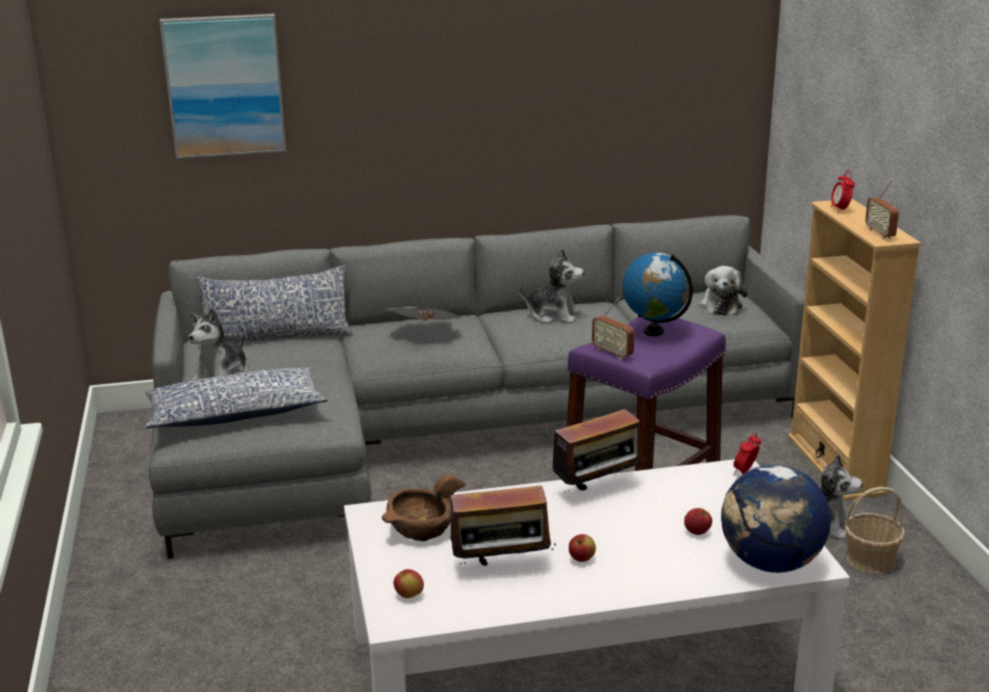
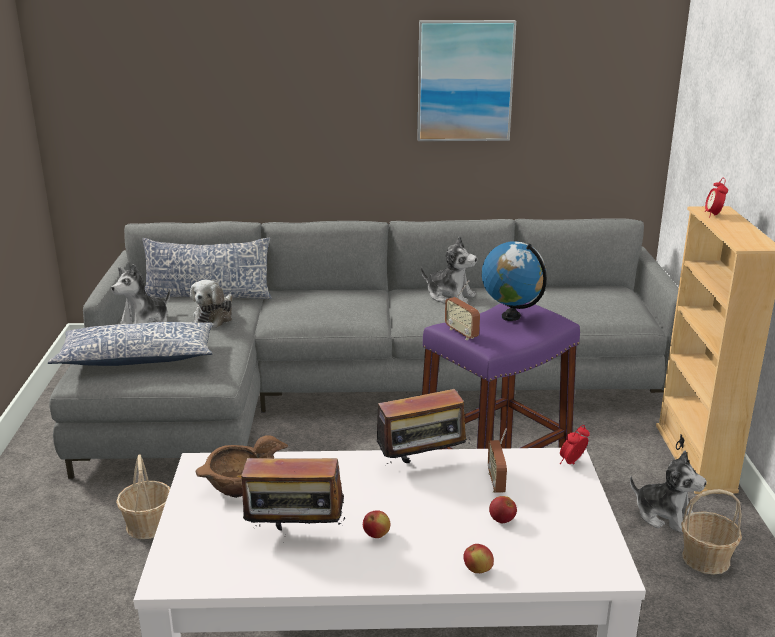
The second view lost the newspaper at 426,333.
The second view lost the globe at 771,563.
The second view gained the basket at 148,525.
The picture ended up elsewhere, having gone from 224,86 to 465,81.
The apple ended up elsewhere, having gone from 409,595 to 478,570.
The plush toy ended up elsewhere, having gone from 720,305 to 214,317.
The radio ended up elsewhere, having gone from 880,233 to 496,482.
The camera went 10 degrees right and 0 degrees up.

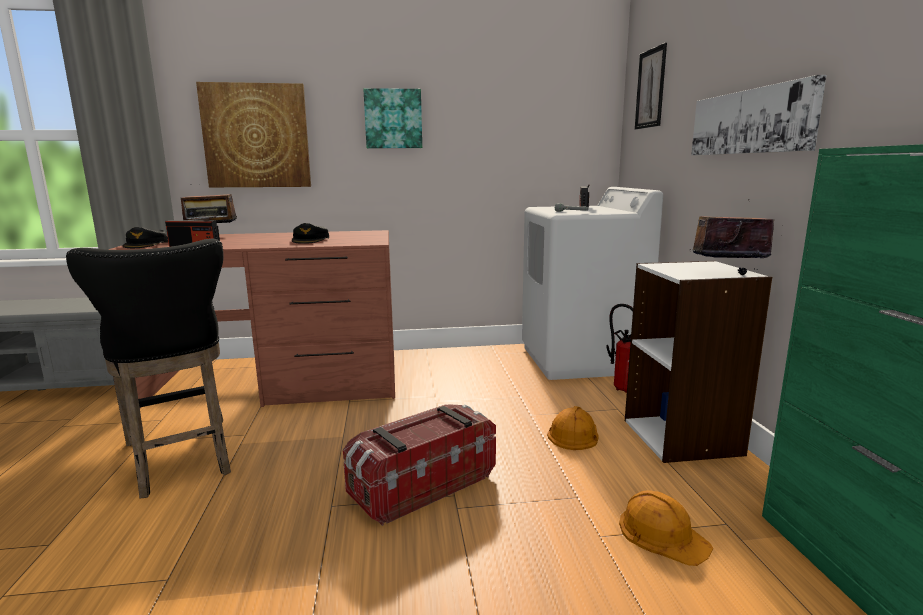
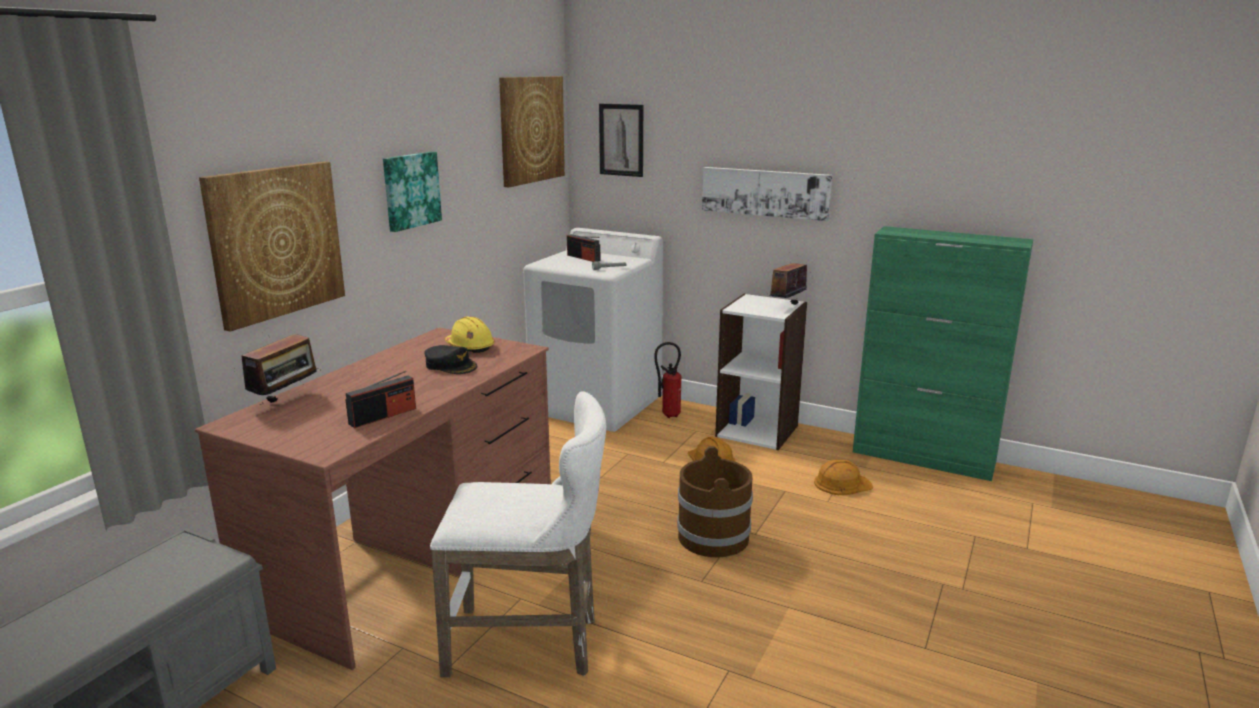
The second view lost the black cap at 146,244.
The second view gained the yellow hard hat at 470,347.
The second view gained the picture at 531,129.
Where the storage box stood at 421,485, the brown bucket came to stand at 713,537.
What was the black stool at 180,460 turned into the white stool at 531,644.
The camera went 55 degrees left and 5 degrees up.

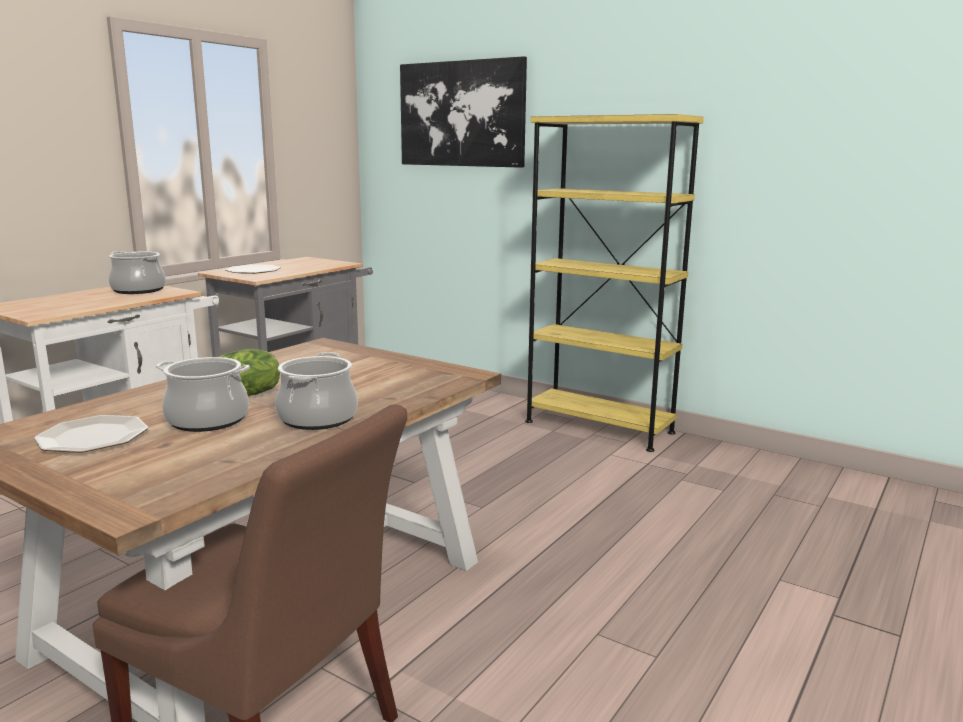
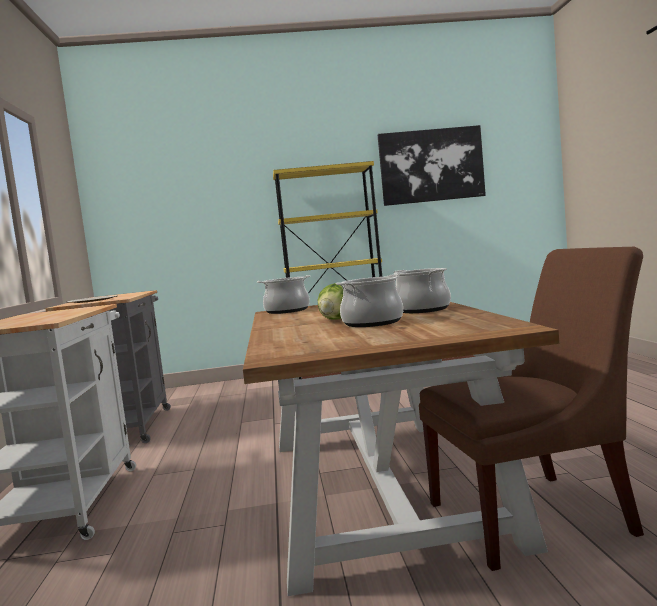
The second view lost the plate at 93,436.
The cooking pot ended up elsewhere, having gone from 139,290 to 287,311.
The picture ended up elsewhere, having gone from 461,114 to 431,165.
The camera went 40 degrees left and 10 degrees down.

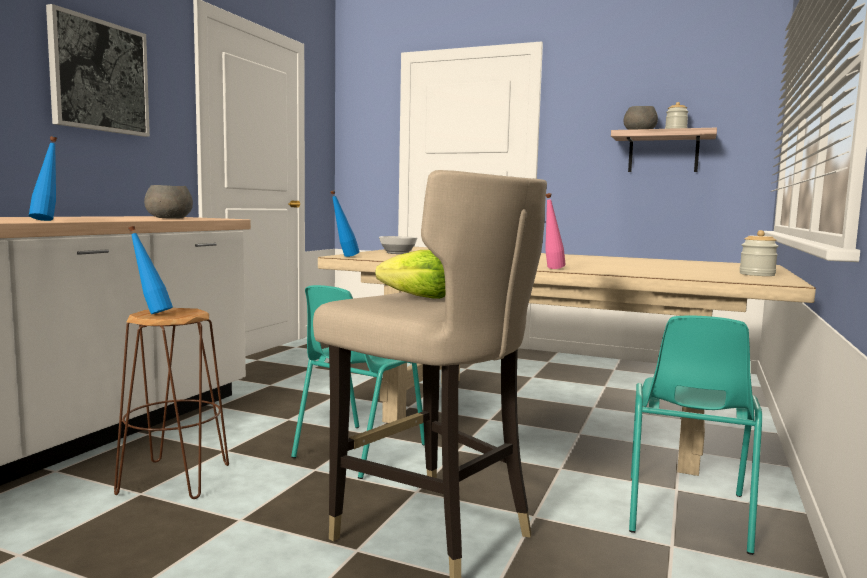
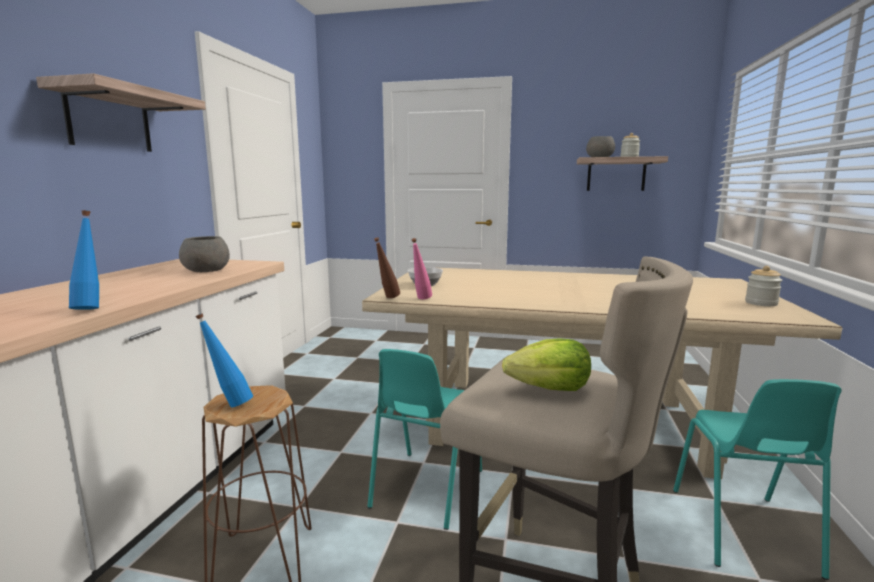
The pink bottle ended up elsewhere, having gone from 551,269 to 421,300.
Where the picture hung at 99,76, the shelf came to hang at 109,120.
What was the blue bottle at 344,256 turned into the brown bottle at 387,298.
The camera went 10 degrees left and 5 degrees up.

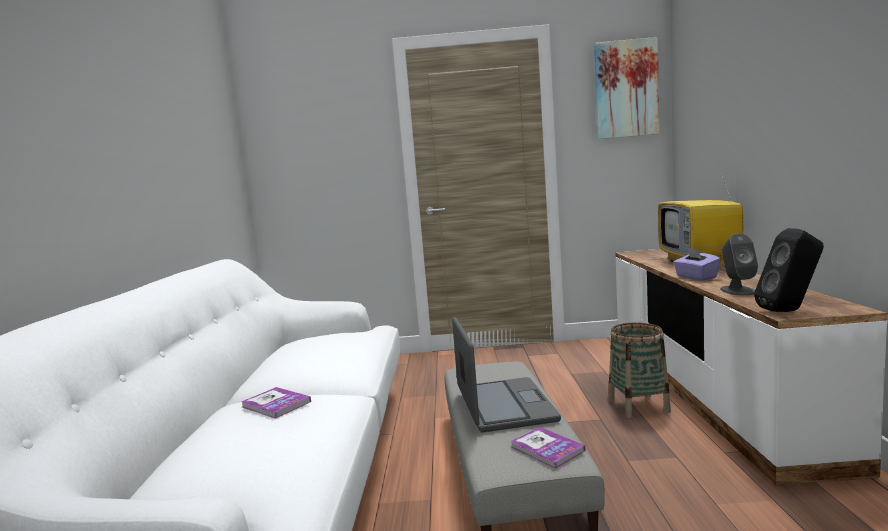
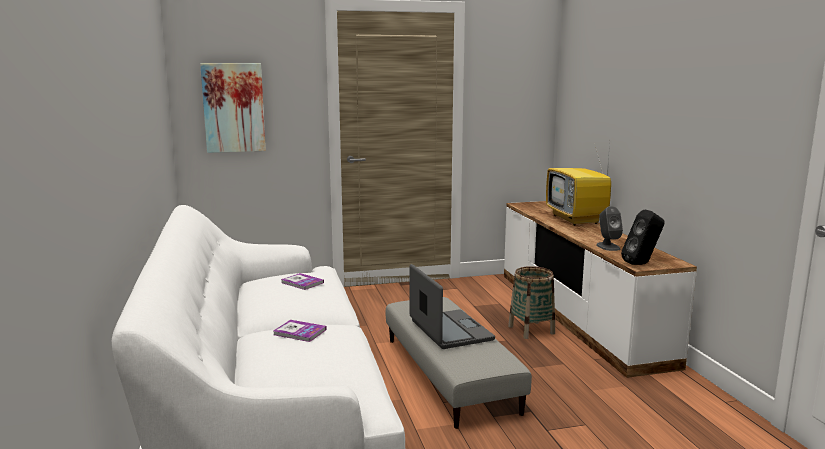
The second view lost the purple tissue box at 696,277.
The book ended up elsewhere, having gone from 547,449 to 302,283.
The picture ended up elsewhere, having gone from 626,89 to 233,107.
The camera went 15 degrees left and 5 degrees up.

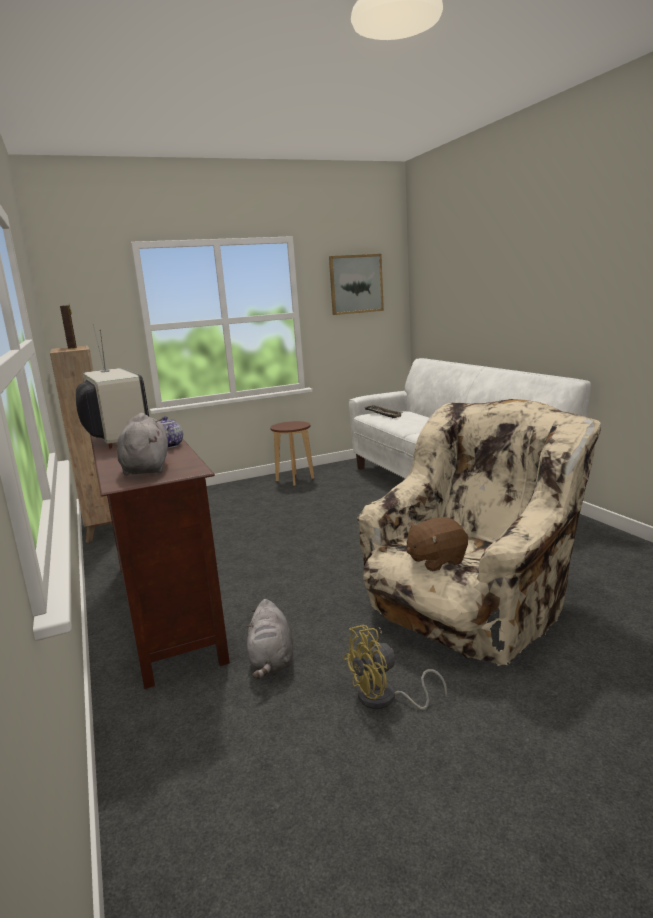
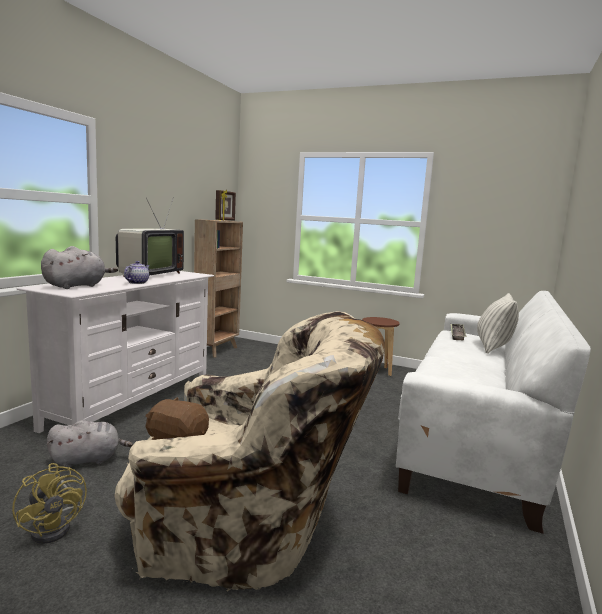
The second view lost the picture at 356,284.
The second view gained the pillow at 493,347.
What was the brown tv stand at 165,609 turned into the white tv stand at 132,402.
The grey plush toy at 271,661 ended up facing another way, 150 degrees counterclockwise from before.
The yellow fan at 385,699 ended up facing another way, 150 degrees counterclockwise from before.
The camera went 45 degrees right and 5 degrees down.

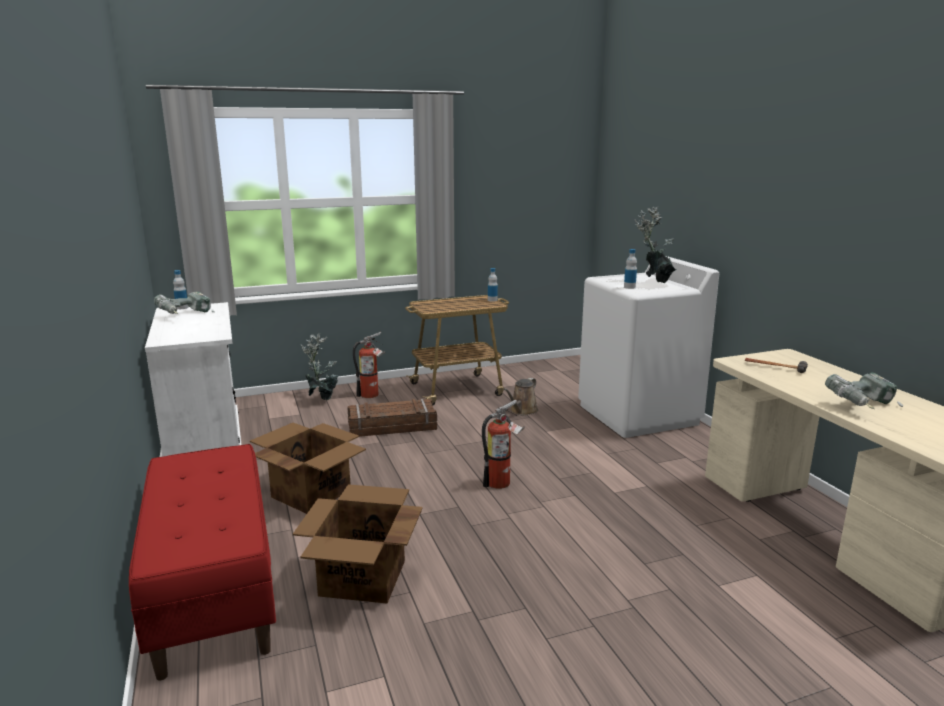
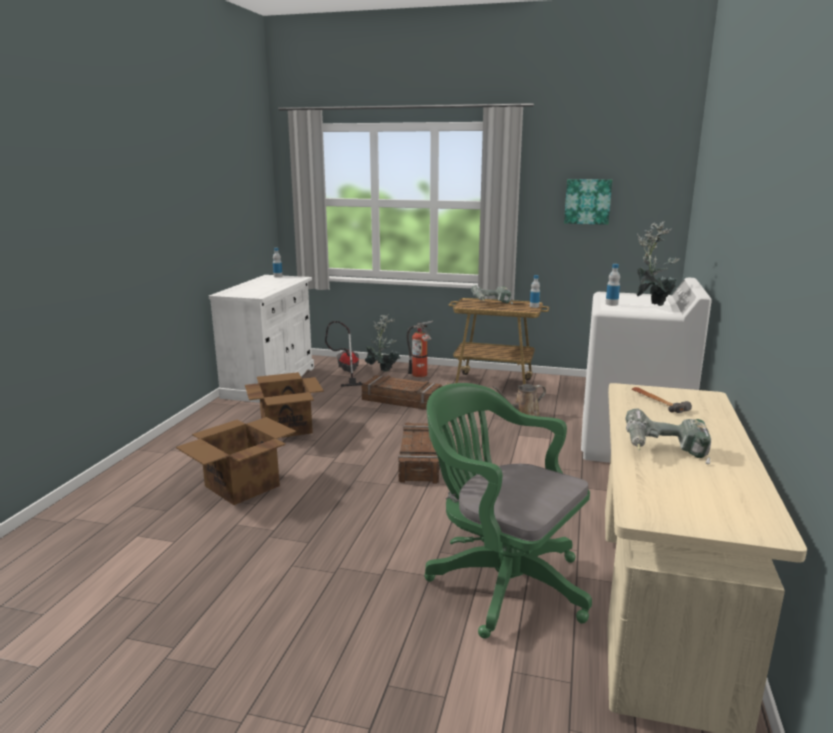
The second view lost the red bench at 213,591.
The second view gained the vacuum cleaner at 347,372.
The second view gained the green office chair at 501,582.
The second view gained the picture at 587,201.
The power drill ended up elsewhere, having gone from 186,315 to 492,303.
Where the fire extinguisher stood at 502,483, the crate came to stand at 421,460.
The camera went 35 degrees right and 0 degrees up.

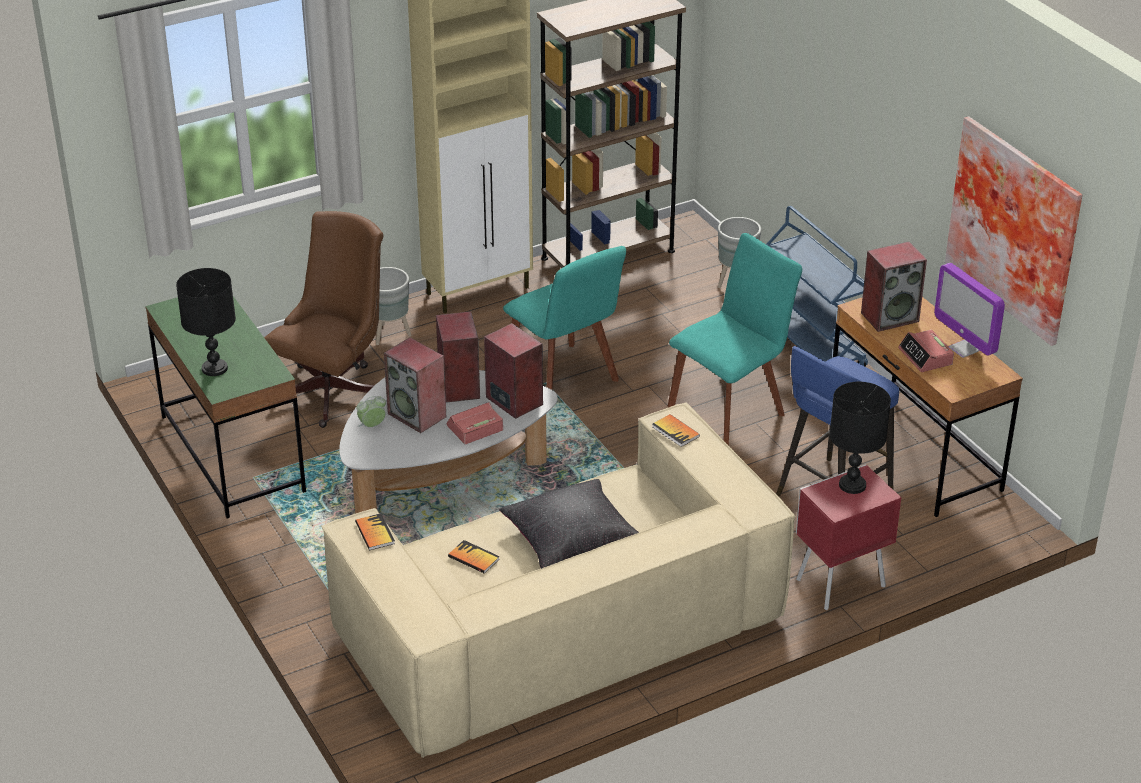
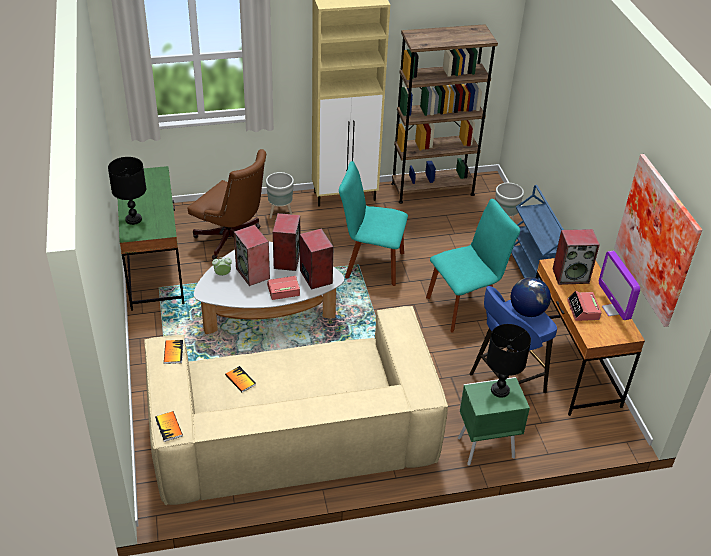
The second view lost the black pillow at 571,538.
The second view gained the globe at 527,311.
The book ended up elsewhere, having gone from 675,431 to 168,427.
What was the red nightstand at 838,583 turned into the green nightstand at 484,448.
The brown office chair at 335,389 ended up facing another way, 75 degrees clockwise from before.
The turquoise chair at 564,379 ended up facing another way, 120 degrees clockwise from before.
The camera went 15 degrees right and 5 degrees up.

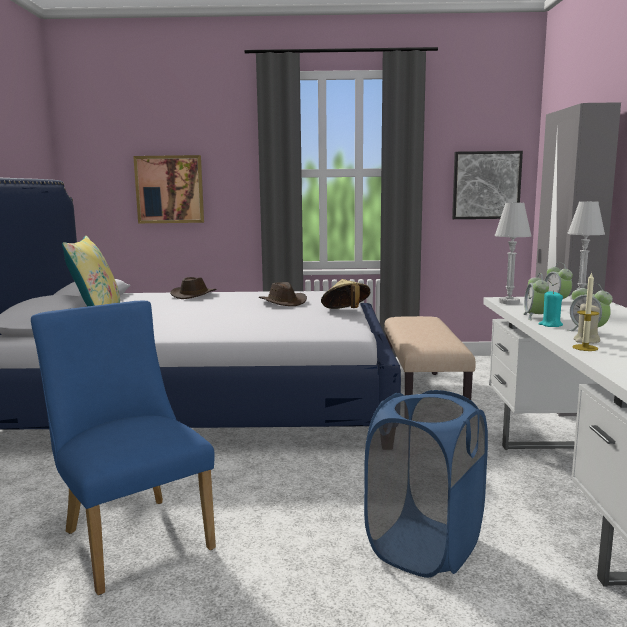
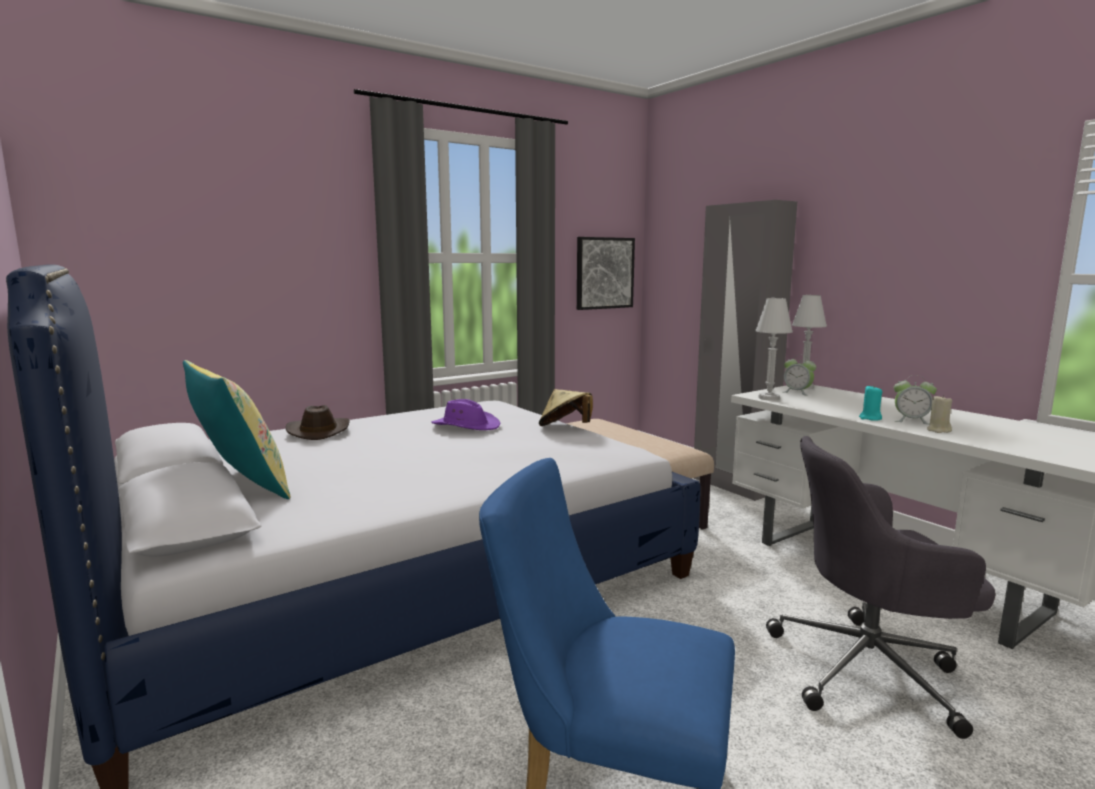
The second view lost the picture at 169,189.
The second view lost the alarm clock at 535,317.
The second view lost the candle at 585,348.
Where the blue laundry basket stood at 424,547, the grey office chair came to stand at 869,670.
What was the brown hat at 283,302 turned into the purple hat at 466,425.
The camera went 35 degrees left and 0 degrees up.

